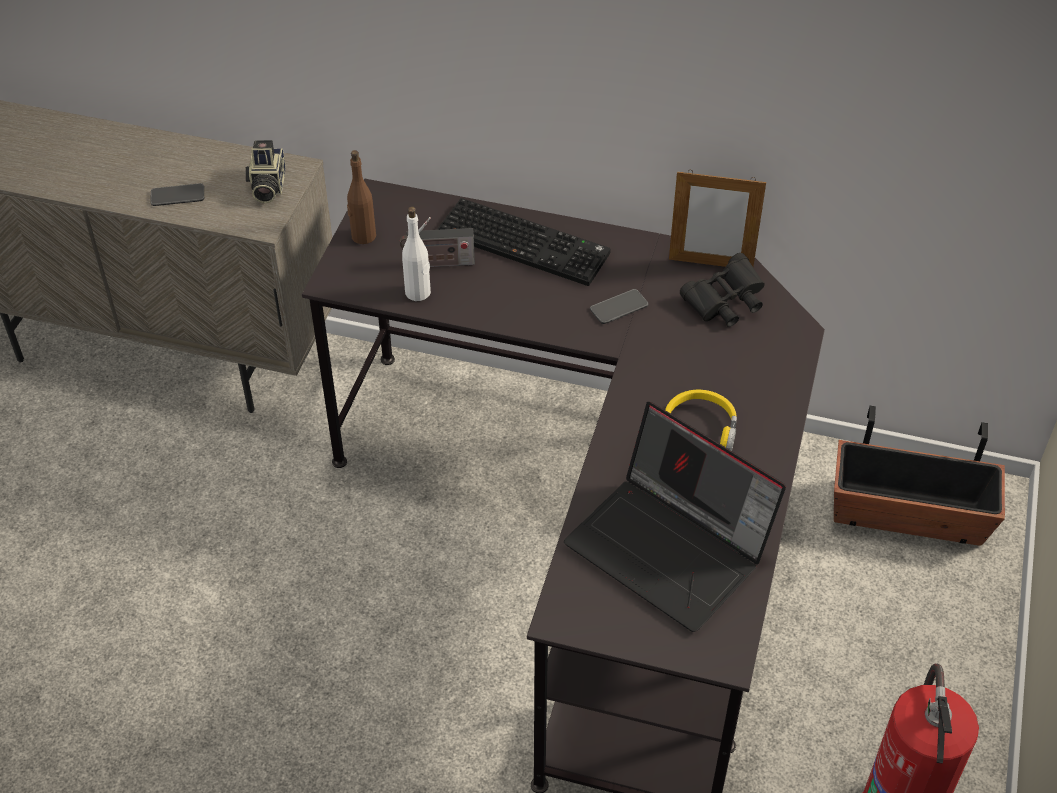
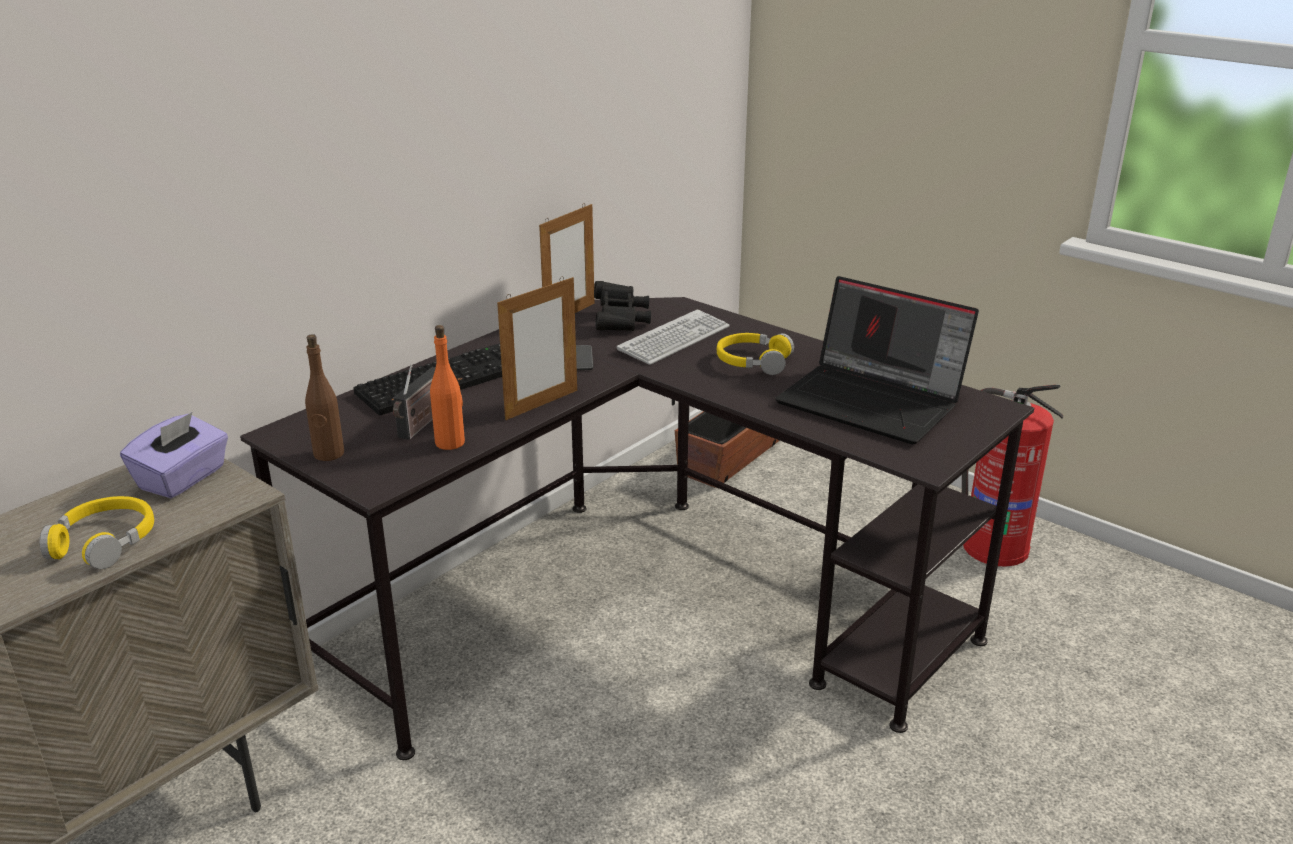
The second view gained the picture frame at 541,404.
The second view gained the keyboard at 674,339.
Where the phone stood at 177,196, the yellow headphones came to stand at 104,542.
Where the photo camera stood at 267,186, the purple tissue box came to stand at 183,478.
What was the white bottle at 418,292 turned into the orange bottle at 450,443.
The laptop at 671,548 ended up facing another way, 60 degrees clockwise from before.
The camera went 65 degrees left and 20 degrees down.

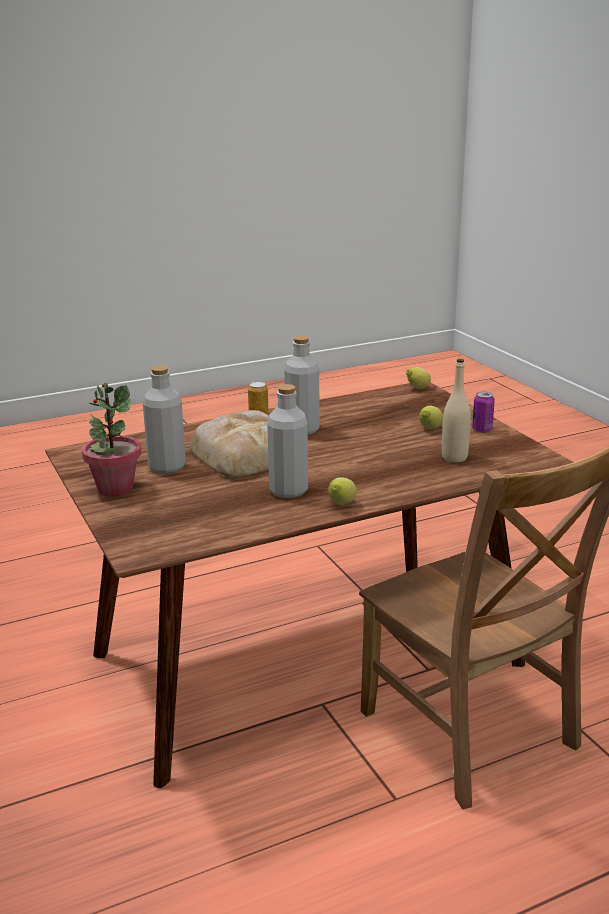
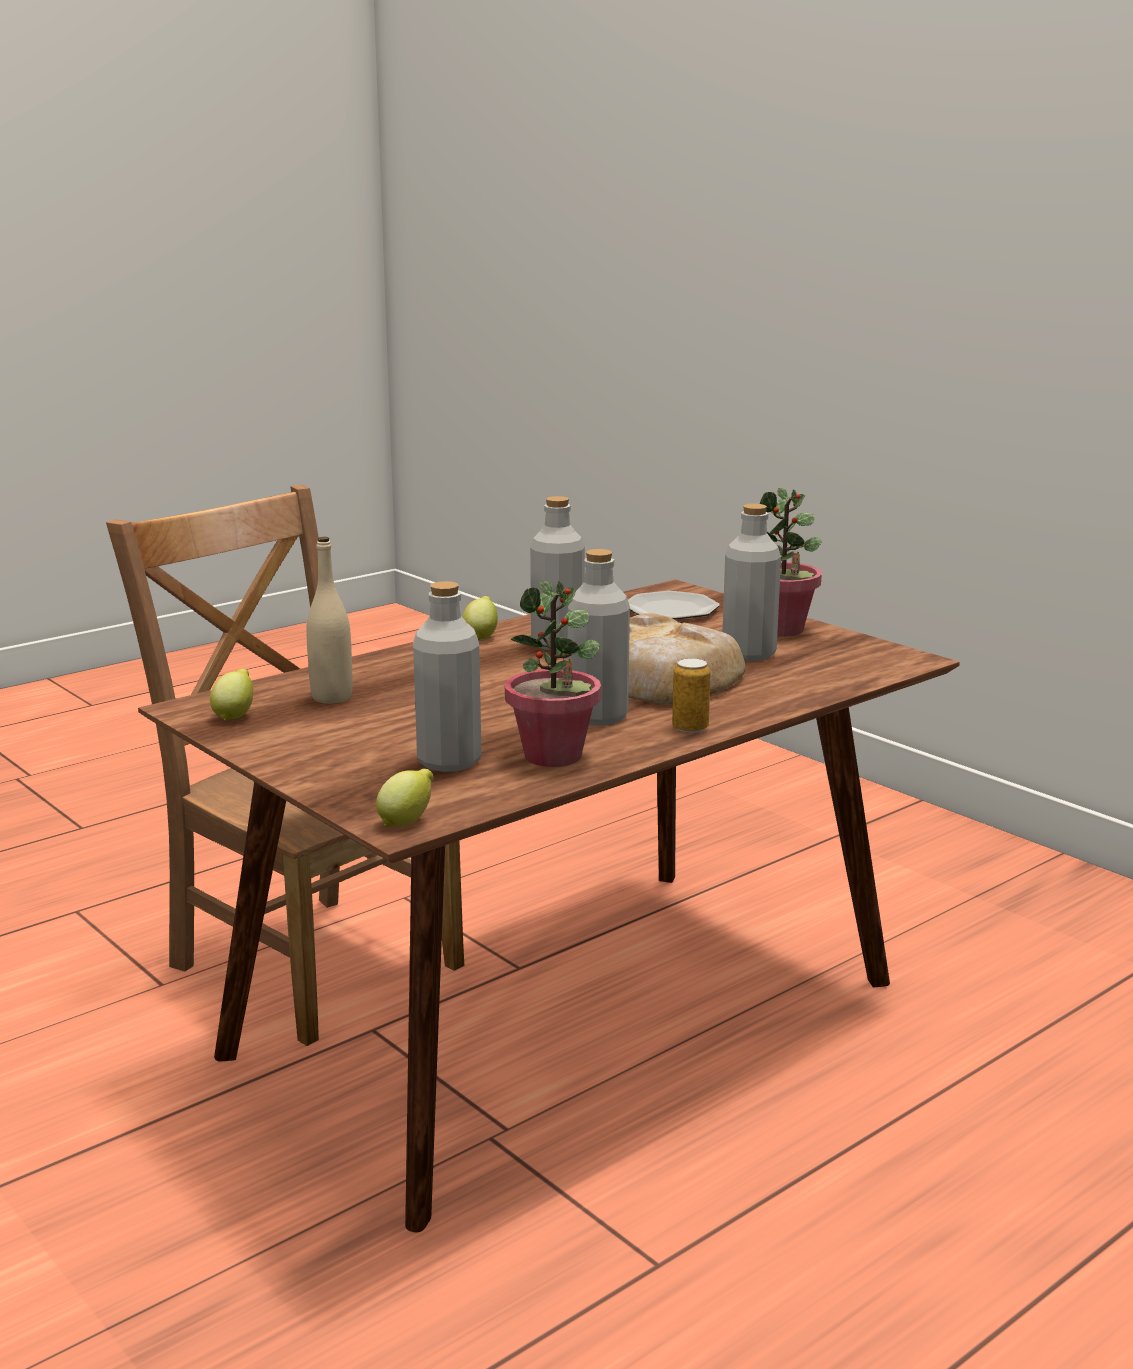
The second view lost the can at 482,429.
The second view gained the grey bottle at 449,761.
The second view gained the potted plant at 553,756.
The second view gained the plate at 672,610.
The lemon ended up elsewhere, having gone from 429,429 to 235,716.
The camera went 165 degrees right and 5 degrees down.

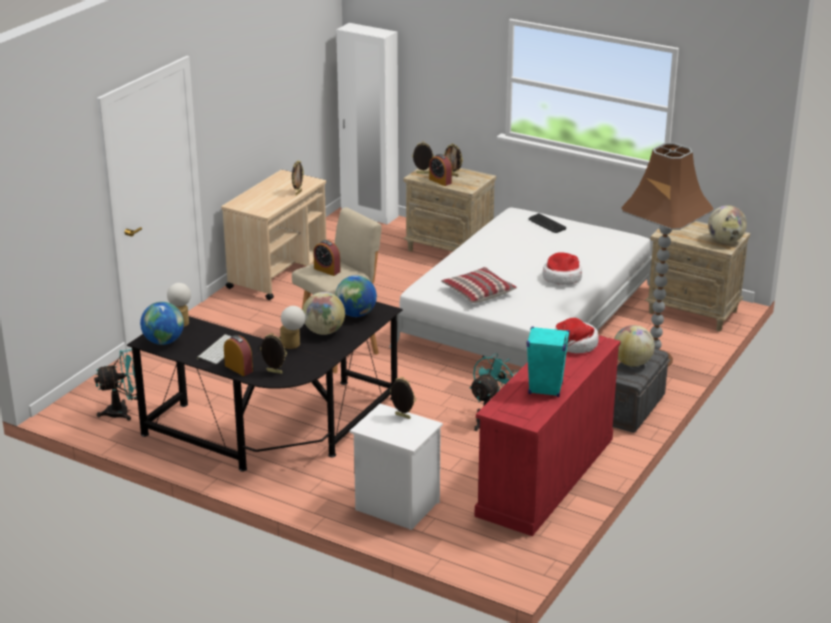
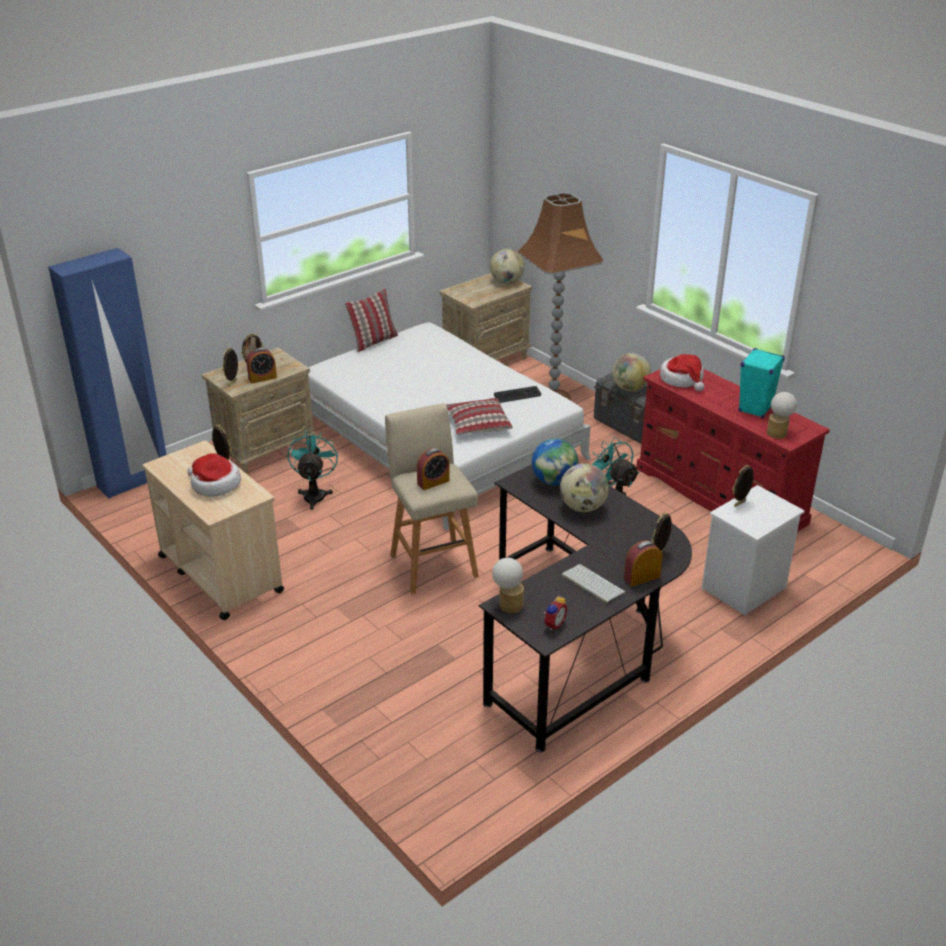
The second view gained the pillow at 373,341.
The turquoise fan ended up elsewhere, having gone from 123,412 to 315,494.
The table lamp ended up elsewhere, having gone from 293,345 to 778,432.
The keyboard ended up elsewhere, having gone from 546,224 to 517,395.
The hat ended up elsewhere, having gone from 562,277 to 214,484.
Where the globe stood at 163,341, the alarm clock came to stand at 553,624.
What was the white wardrobe at 369,215 turned into the blue wardrobe at 134,481.
The camera went 70 degrees left and 5 degrees up.

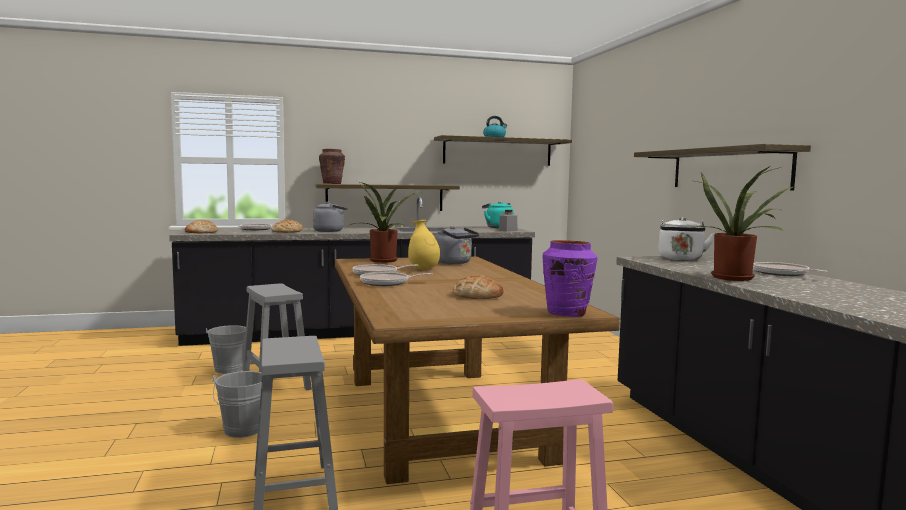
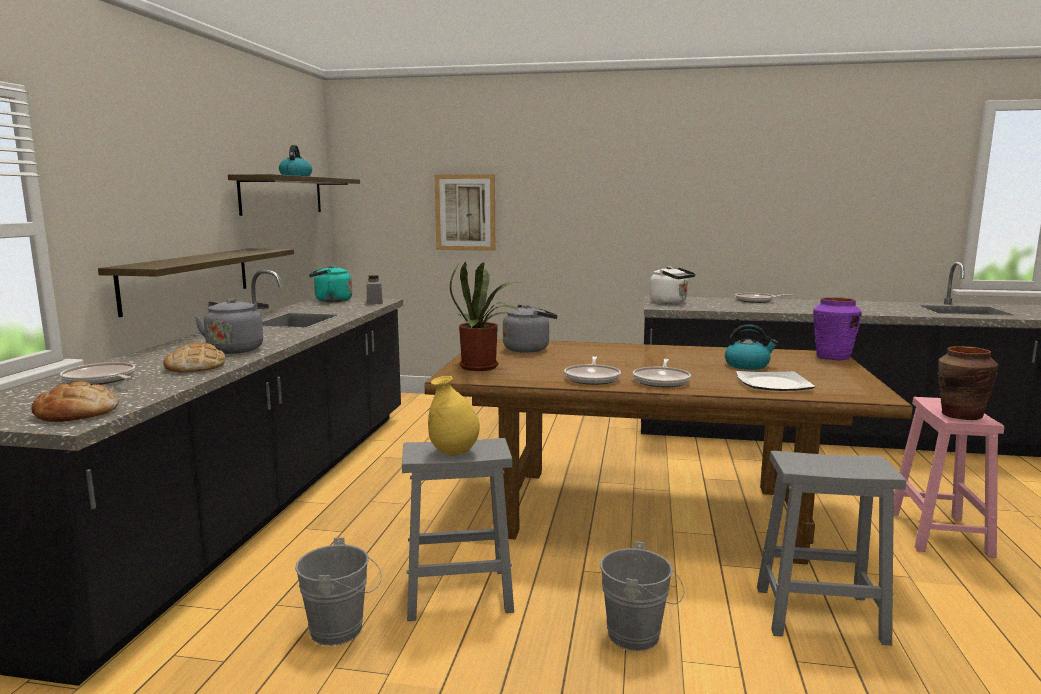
The second view lost the shelf at 728,169.
The second view lost the potted plant at 735,277.
The second view gained the picture at 465,212.
The second view gained the plate at 774,384.
The brown vase ended up elsewhere, having gone from 332,184 to 960,415.
The yellow vase ended up elsewhere, having gone from 424,269 to 454,453.
Where the bread stood at 477,295, the kettle came to stand at 747,365.
The camera went 65 degrees left and 5 degrees up.

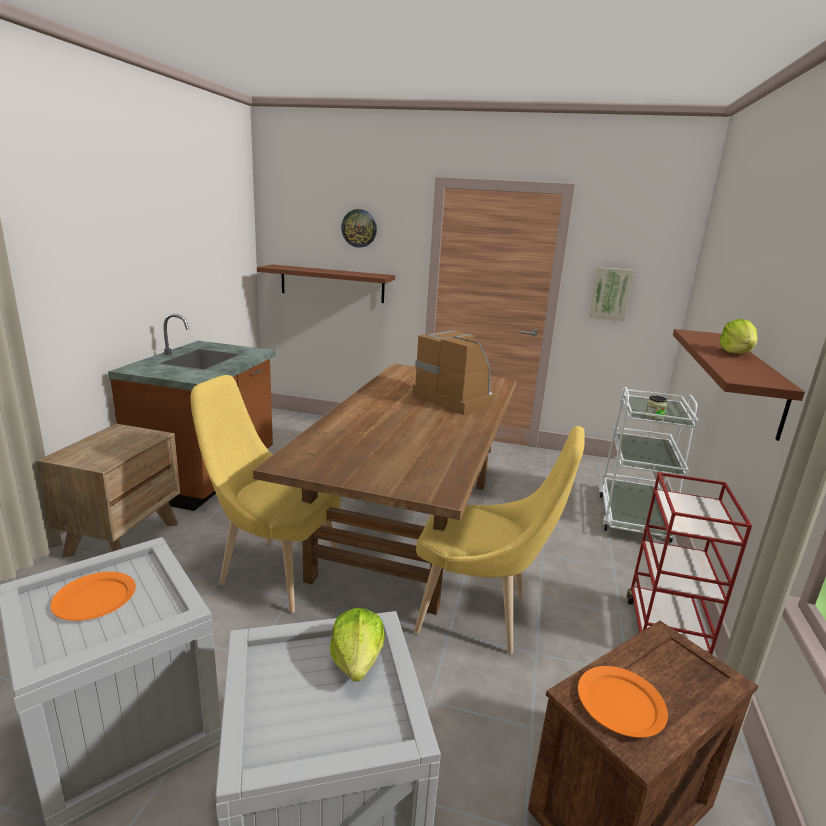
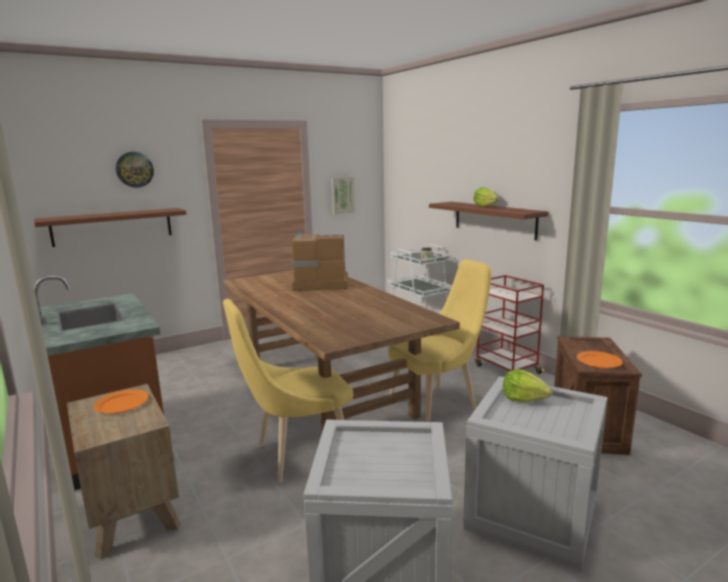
The orange plate ended up elsewhere, having gone from 94,598 to 121,404.
The camera went 45 degrees left and 5 degrees down.

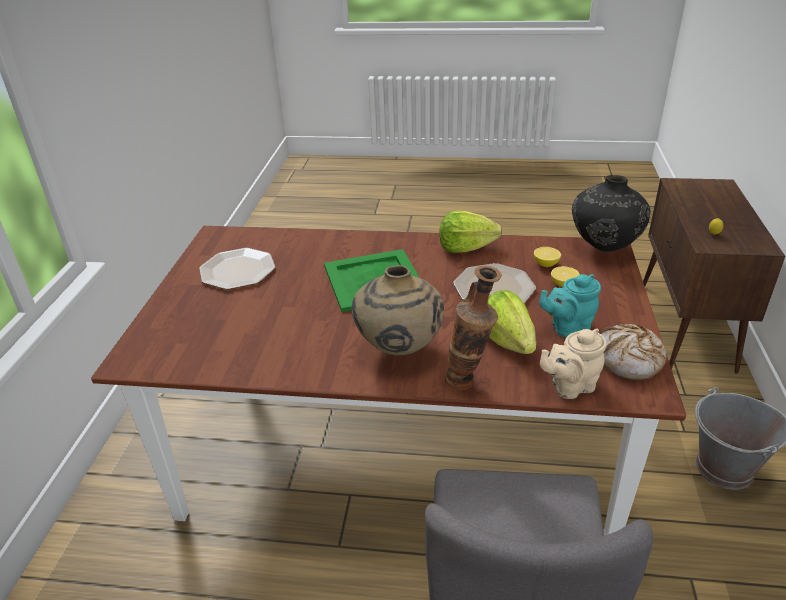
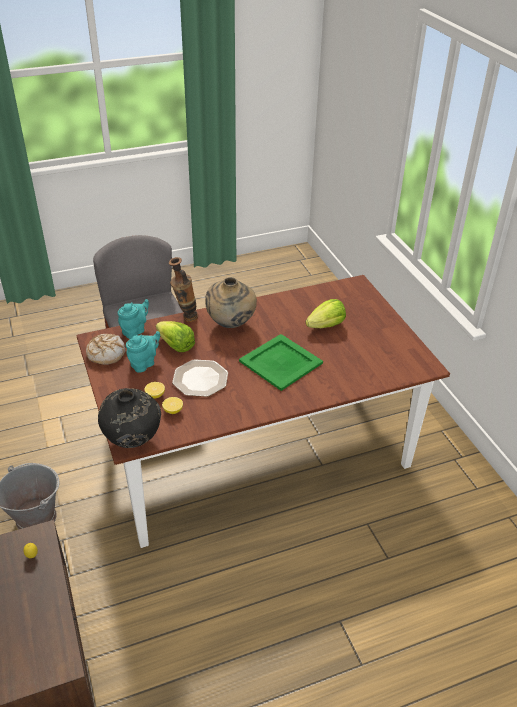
The second view lost the plate at 237,270.
The lettuce ended up elsewhere, having gone from 466,248 to 326,326.
What was the beige teapot at 569,386 turned into the turquoise teapot at 135,331.
The camera went 150 degrees right and 5 degrees up.

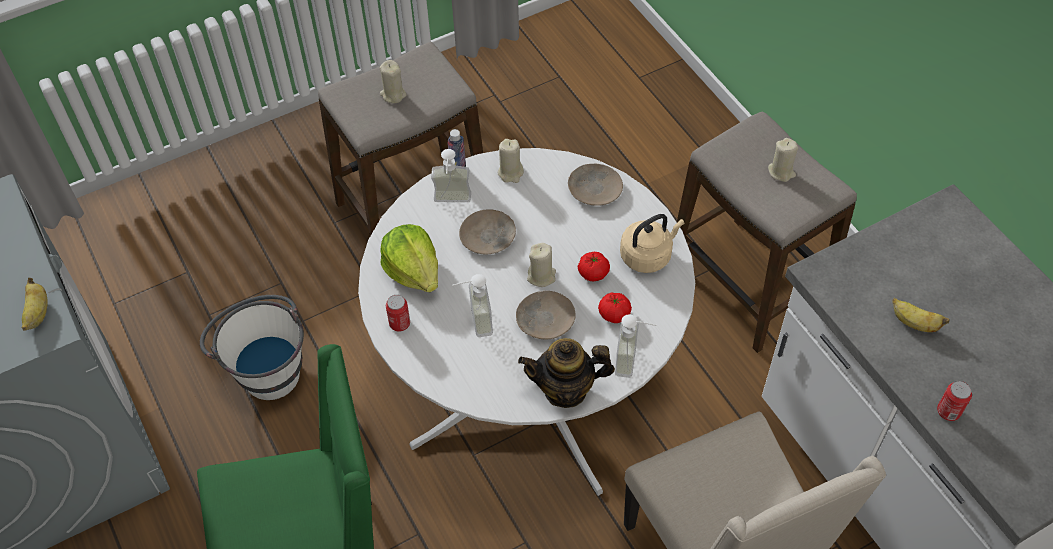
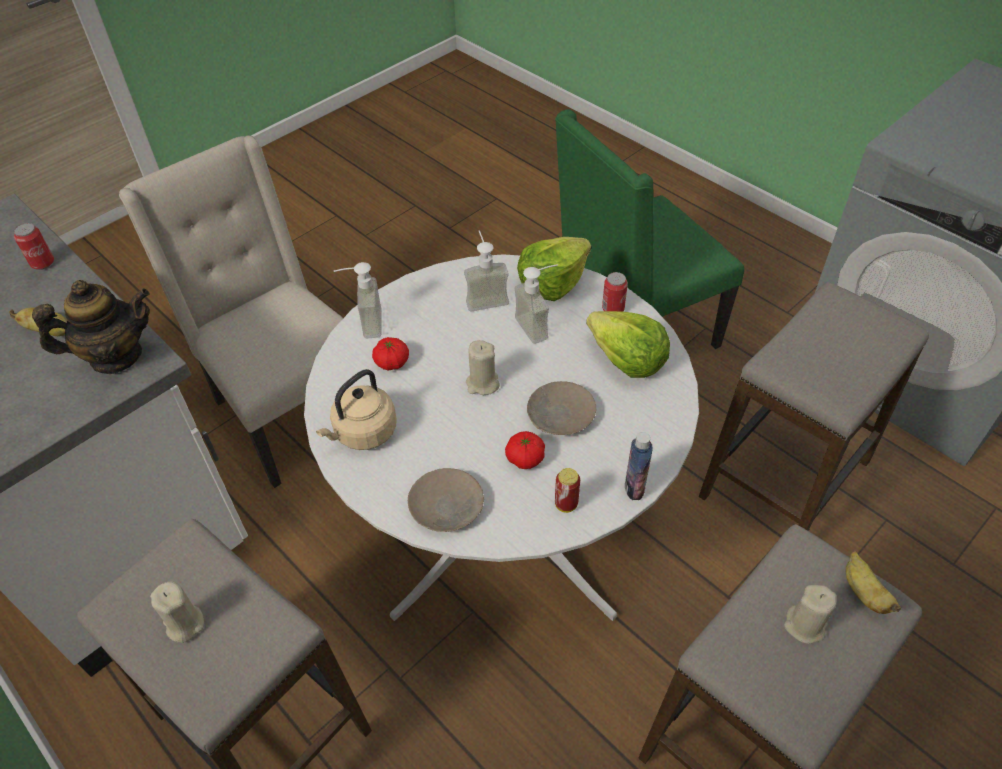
The second view lost the beige plate at 544,319.
The second view gained the lettuce at 552,282.
The banana ended up elsewhere, having gone from 38,314 to 863,592.
The soap dispenser ended up elsewhere, having gone from 452,203 to 485,297.
The teapot ended up elsewhere, having gone from 566,389 to 116,356.
The tomato ended up elsewhere, having gone from 593,273 to 525,458.
Where the white bucket stood at 265,367, the stool came to stand at 785,479.
Where the beige candle stood at 510,173, the can came to stand at 566,504.
The camera went 165 degrees right and 5 degrees down.

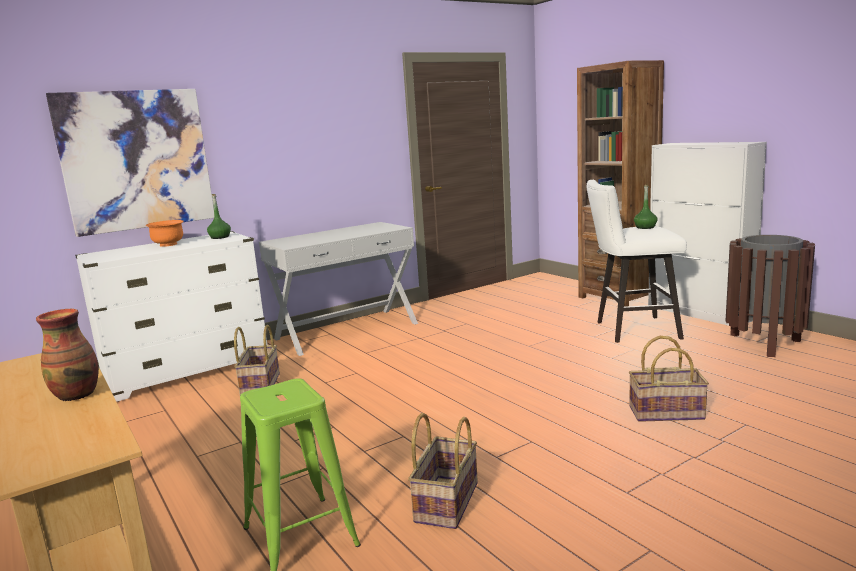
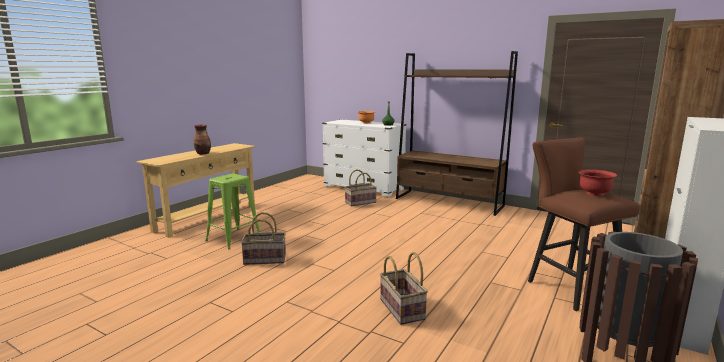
The second view lost the picture at 136,160.
Where the white console table stood at 346,331, the brown bookcase came to stand at 449,202.
Where the green bottle stood at 645,227, the red bowl came to stand at 594,193.
What was the white stool at 631,330 turned into the brown stool at 568,286.
The camera went 65 degrees right and 0 degrees up.

